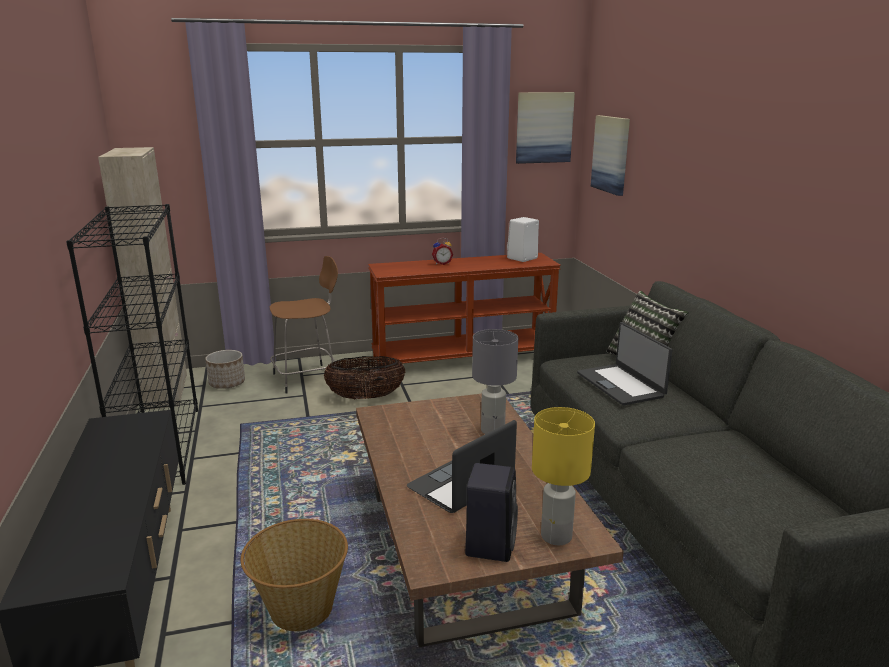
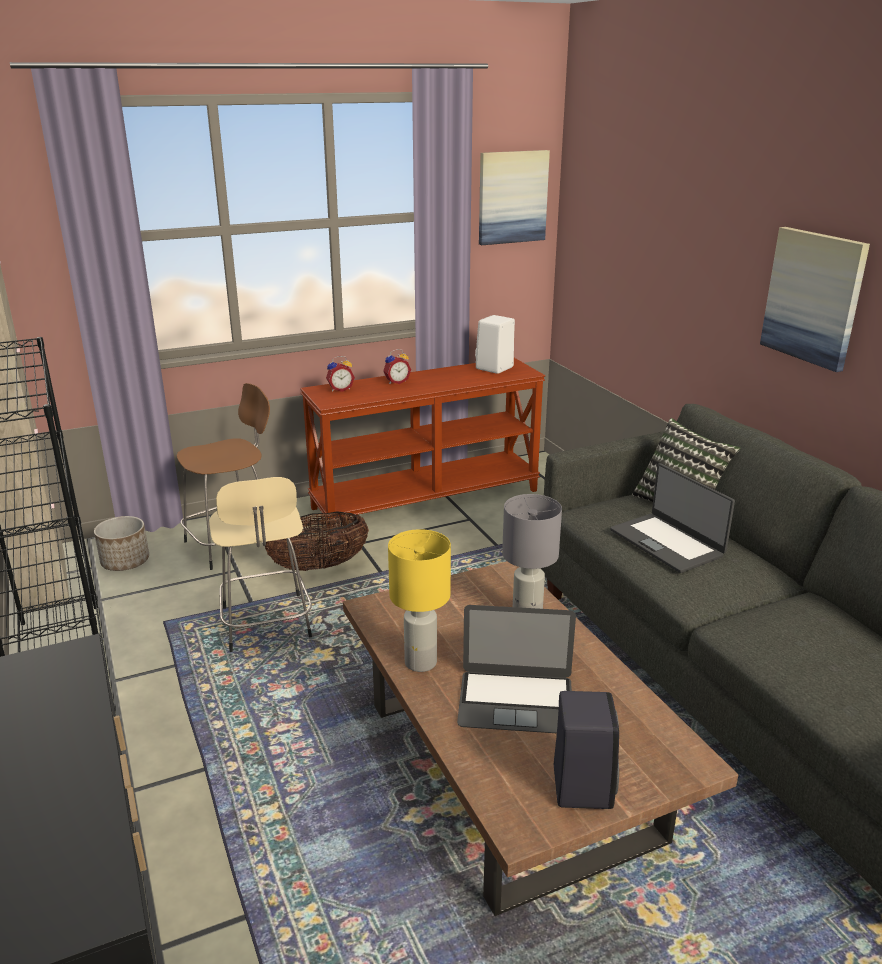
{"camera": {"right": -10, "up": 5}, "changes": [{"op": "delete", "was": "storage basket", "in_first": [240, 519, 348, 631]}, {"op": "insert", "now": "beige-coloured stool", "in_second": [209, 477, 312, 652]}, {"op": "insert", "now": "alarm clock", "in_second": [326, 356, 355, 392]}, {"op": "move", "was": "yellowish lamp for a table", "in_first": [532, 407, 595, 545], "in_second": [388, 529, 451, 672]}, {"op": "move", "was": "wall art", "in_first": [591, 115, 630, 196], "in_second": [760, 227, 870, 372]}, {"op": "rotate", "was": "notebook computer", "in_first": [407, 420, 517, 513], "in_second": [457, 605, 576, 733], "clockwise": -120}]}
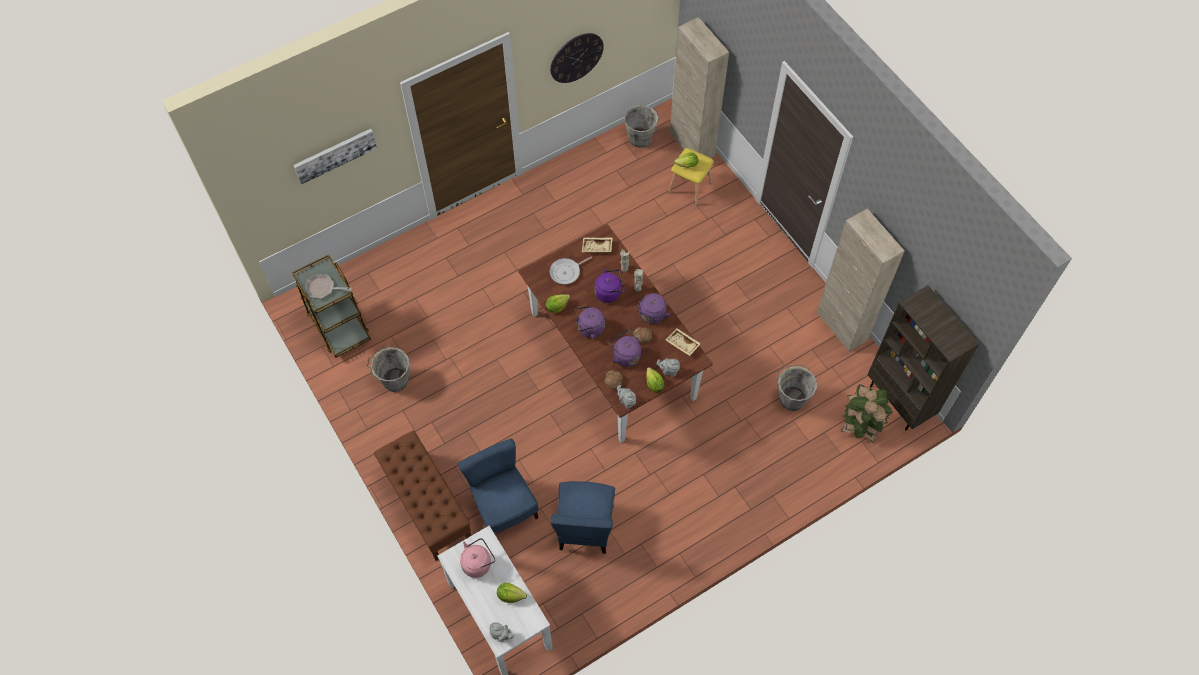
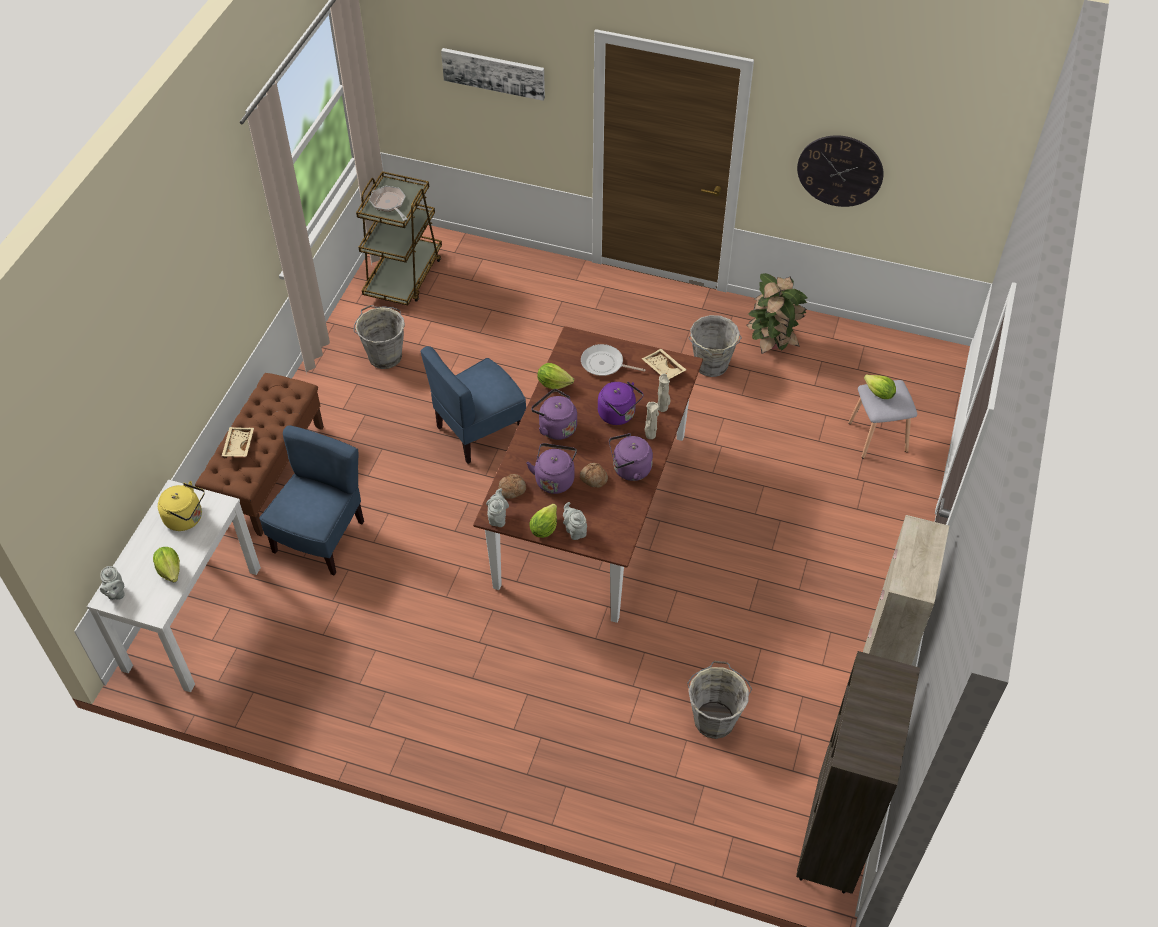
{"camera": {"right": 50, "up": -10}, "changes": [{"op": "delete", "was": "beige-coloured cupboard", "in_first": [670, 17, 729, 158]}, {"op": "move", "was": "bluish upright chair", "in_first": [551, 481, 615, 554], "in_second": [420, 346, 526, 464]}, {"op": "move", "was": "grey bucket", "in_first": [624, 105, 660, 148], "in_second": [688, 315, 742, 377]}, {"op": "move", "was": "beige-coloured carrying tray", "in_first": [666, 328, 701, 356], "in_second": [222, 427, 254, 457]}, {"op": "move", "was": "potted plant", "in_first": [841, 384, 892, 443], "in_second": [746, 273, 807, 354]}, {"op": "recolor", "was": "pinkish tea kettle", "now": "yellowish tea kettle", "in_first": [460, 538, 495, 578], "in_second": [158, 481, 205, 531]}, {"op": "recolor", "was": "yellowish stool", "now": "grey stool", "in_first": [668, 148, 714, 206], "in_second": [848, 380, 917, 458]}]}
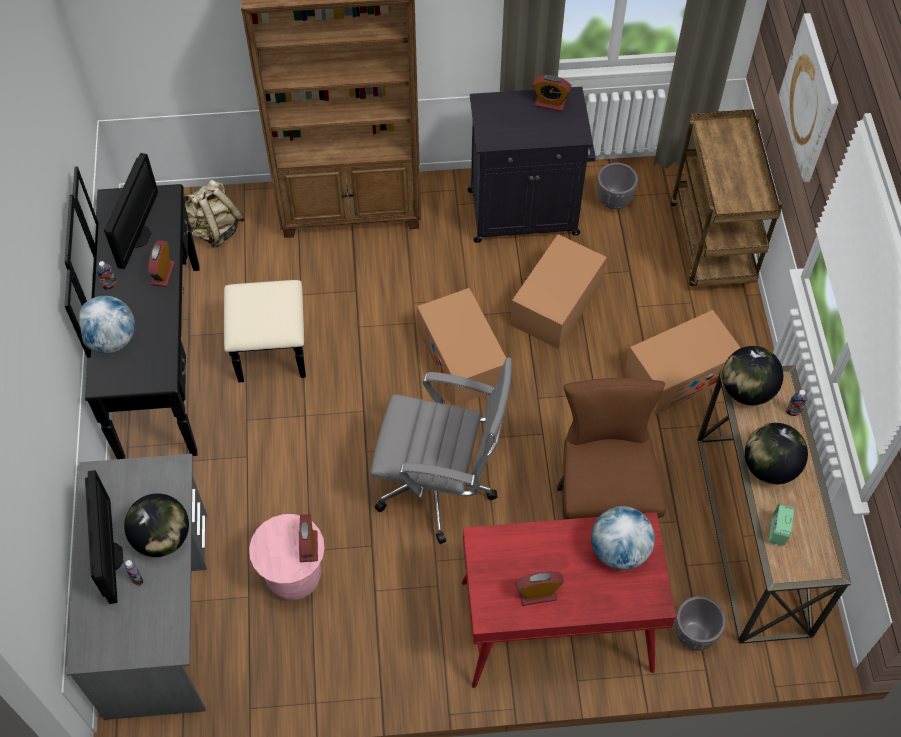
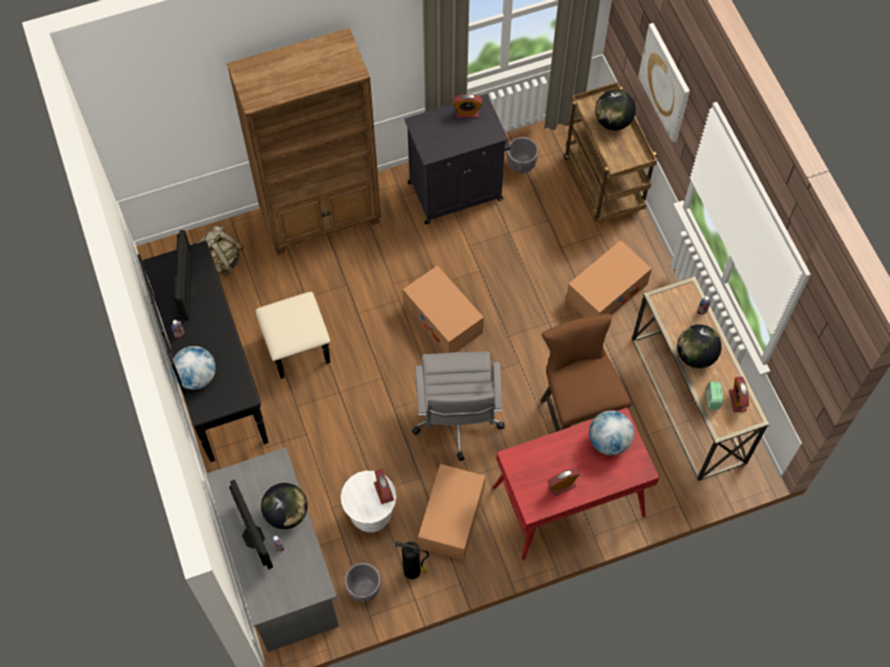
{"camera": {"right": -15, "up": 5}, "changes": [{"op": "insert", "now": "extinguisher", "in_second": [395, 541, 429, 579]}, {"op": "move", "was": "alarm clock", "in_first": [148, 240, 175, 287], "in_second": [729, 377, 749, 412]}, {"op": "move", "was": "cardboard box", "in_first": [510, 234, 607, 349], "in_second": [418, 464, 485, 561]}, {"op": "move", "was": "grey planter", "in_first": [675, 596, 726, 651], "in_second": [344, 563, 381, 602]}, {"op": "move", "was": "world globe", "in_first": [722, 346, 783, 405], "in_second": [595, 90, 636, 130]}, {"op": "recolor", "was": "pinkish stool", "now": "white stool", "in_first": [249, 514, 325, 600], "in_second": [341, 471, 396, 533]}, {"op": "rotate", "was": "grey computer chair", "in_first": [370, 357, 512, 544], "in_second": [412, 351, 505, 461], "clockwise": 90}]}
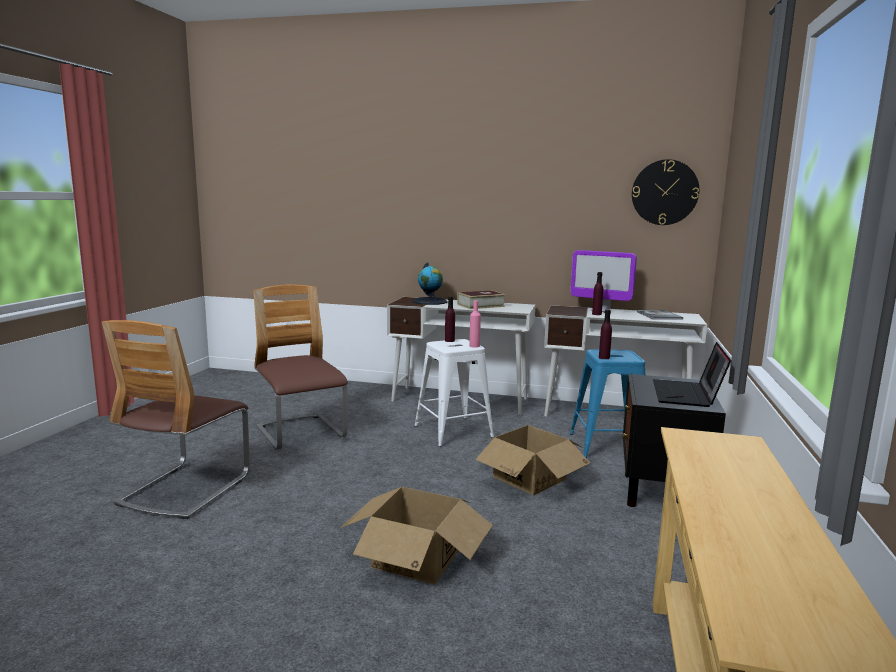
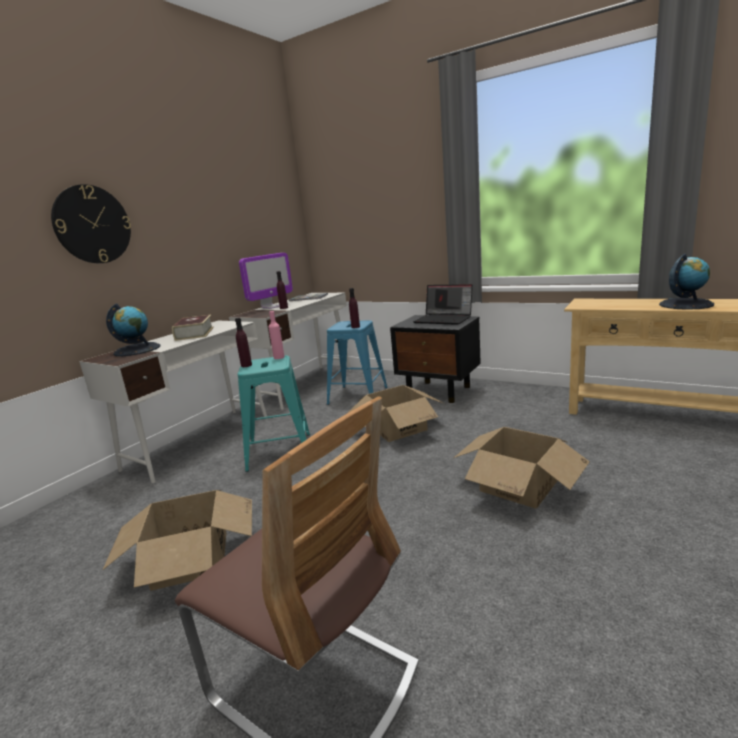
{"camera": {"right": -70, "up": 5}, "changes": [{"op": "insert", "now": "world globe", "in_second": [659, 254, 714, 310]}, {"op": "move", "was": "hanging clock", "in_first": [632, 159, 699, 225], "in_second": [51, 184, 131, 263]}, {"op": "replace", "was": "upright chair", "now": "cardboard box", "in_first": [253, 285, 348, 450], "in_second": [103, 490, 252, 591]}, {"op": "recolor", "was": "white stool", "now": "turquoise stool", "in_first": [414, 339, 494, 447], "in_second": [238, 355, 310, 472]}]}
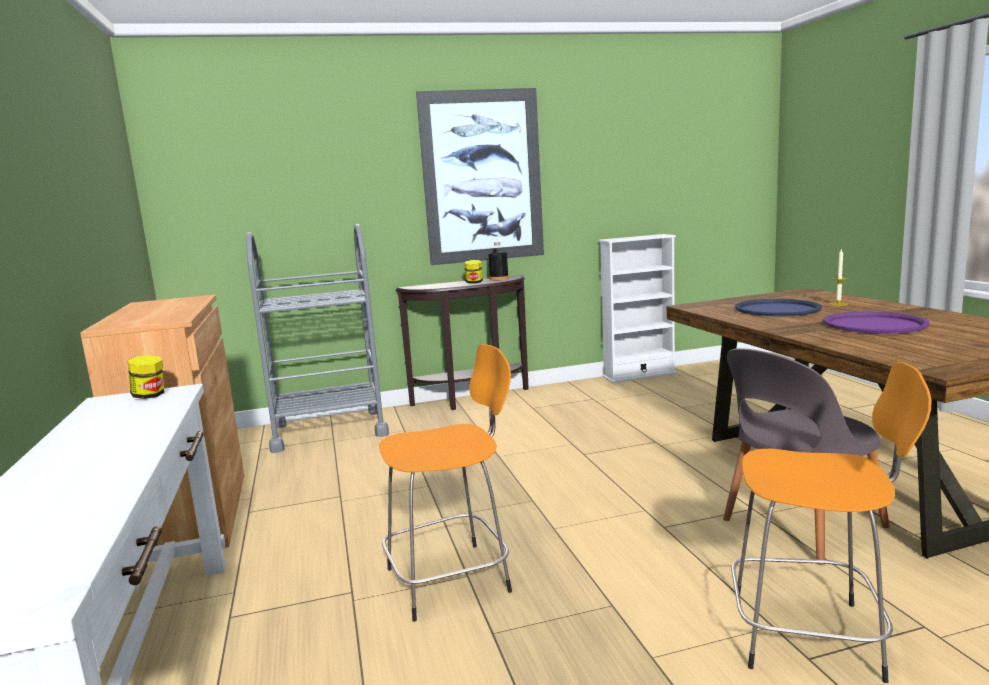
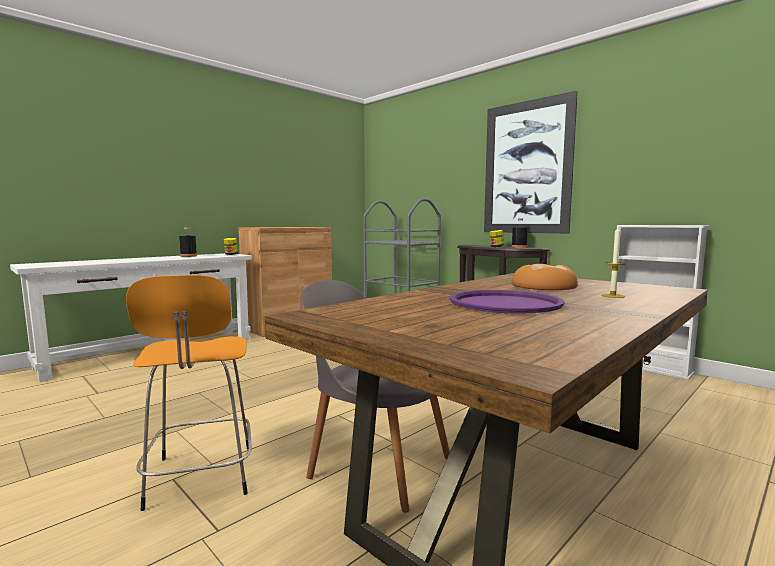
{"camera": {"right": 60, "up": -5}, "changes": [{"op": "delete", "was": "orangey stool", "in_first": [379, 344, 512, 622]}, {"op": "insert", "now": "black drink bottle", "in_second": [179, 227, 197, 257]}, {"op": "replace", "was": "bluish carrying tray", "now": "bakery bread", "in_first": [735, 299, 822, 316], "in_second": [511, 264, 578, 290]}]}
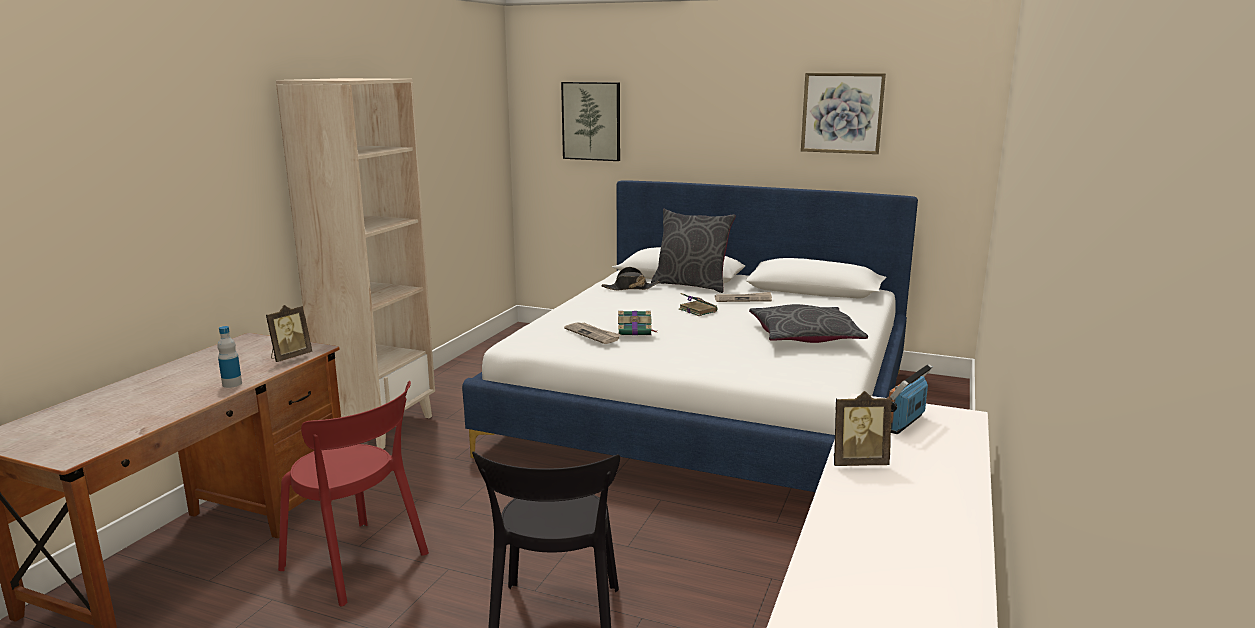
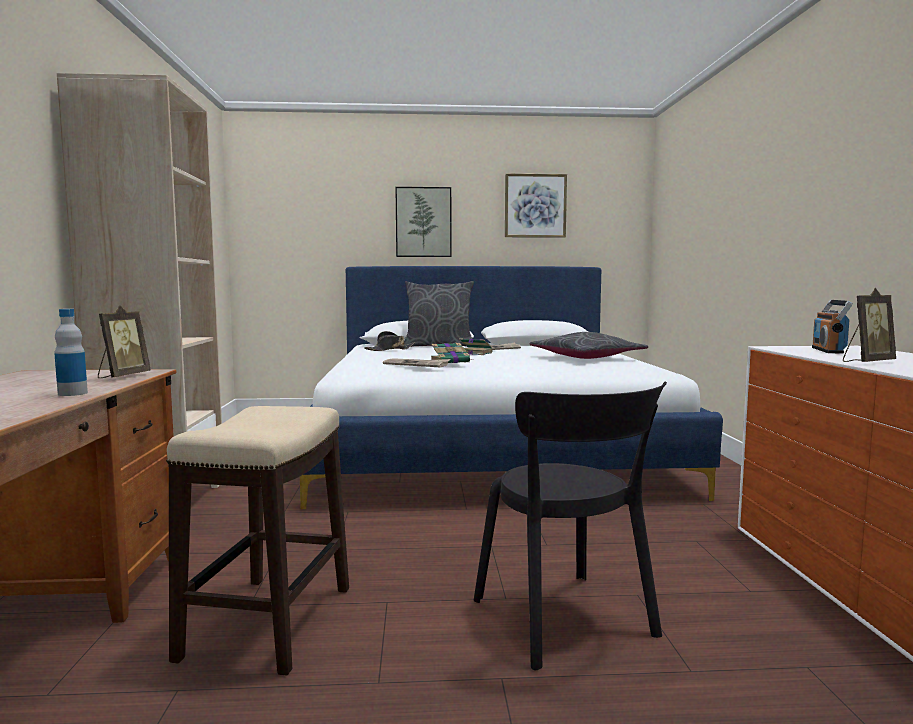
{"camera": {"right": -25, "up": -10}, "changes": [{"op": "move", "was": "wall art", "in_first": [561, 82, 620, 161], "in_second": [395, 187, 451, 257]}, {"op": "replace", "was": "red-coloured upright chair", "now": "stool", "in_first": [278, 381, 429, 607], "in_second": [166, 406, 349, 676]}]}
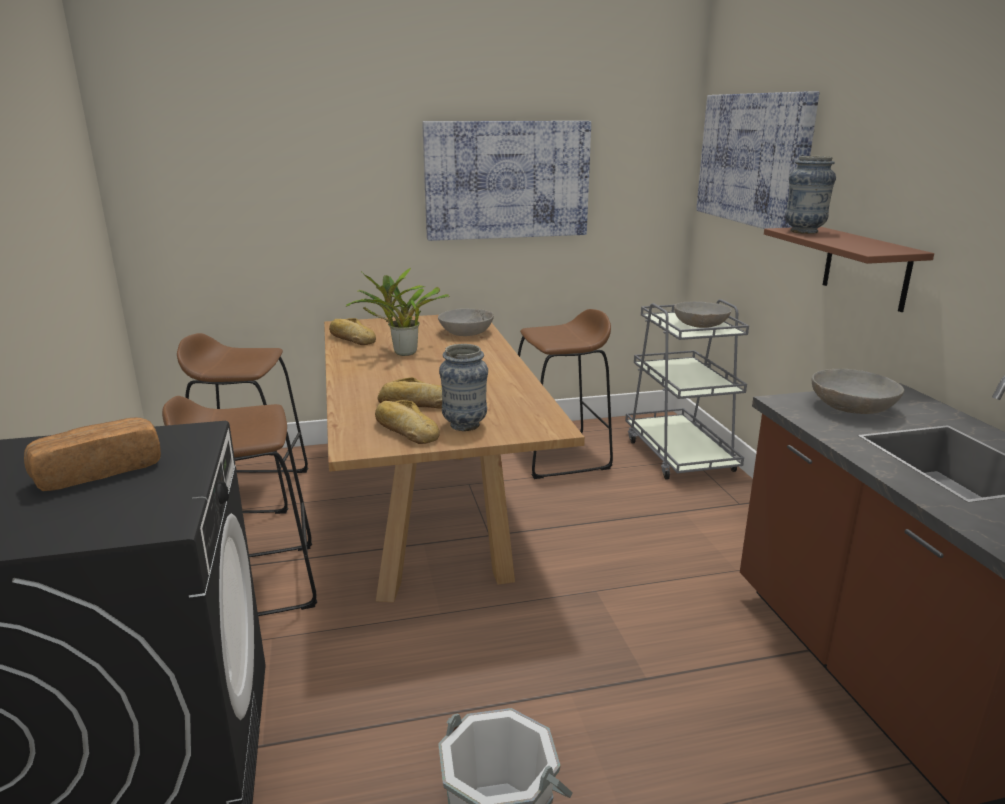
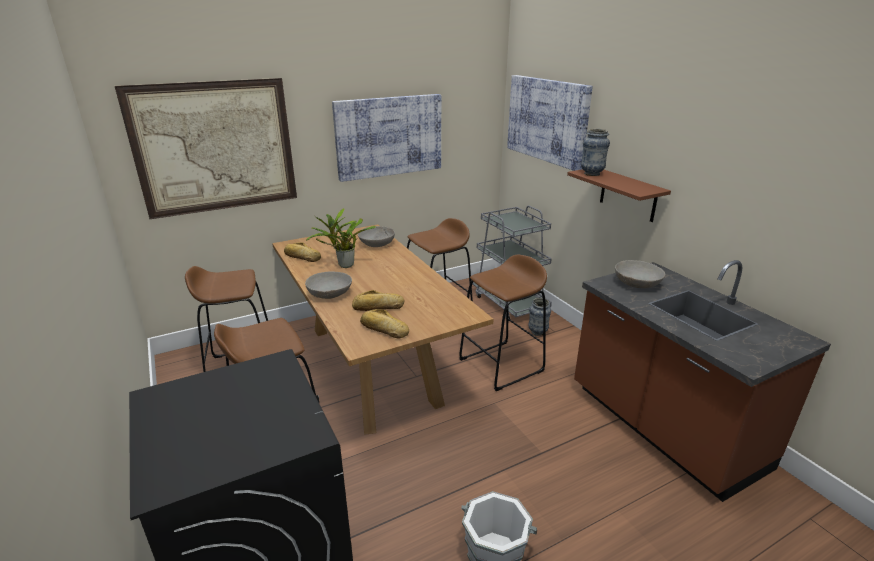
{"camera": {"right": -15, "up": 5}, "changes": [{"op": "delete", "was": "bakery bread", "in_first": [24, 418, 161, 491]}, {"op": "insert", "now": "wall art", "in_second": [115, 78, 297, 219]}, {"op": "insert", "now": "brownish stool", "in_second": [459, 254, 547, 391]}, {"op": "move", "was": "flower vase", "in_first": [439, 344, 488, 431], "in_second": [528, 298, 551, 336]}, {"op": "move", "was": "grey serving bowl", "in_first": [674, 302, 732, 328], "in_second": [305, 271, 352, 299]}]}
